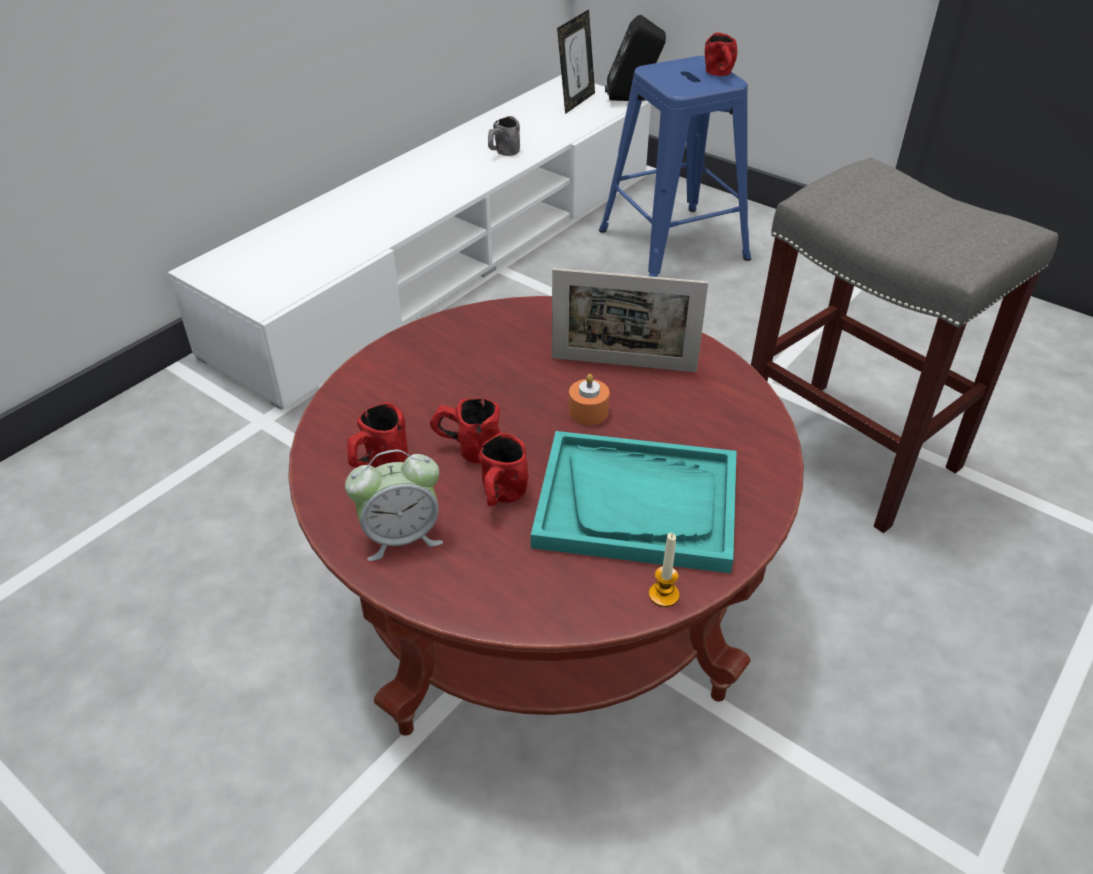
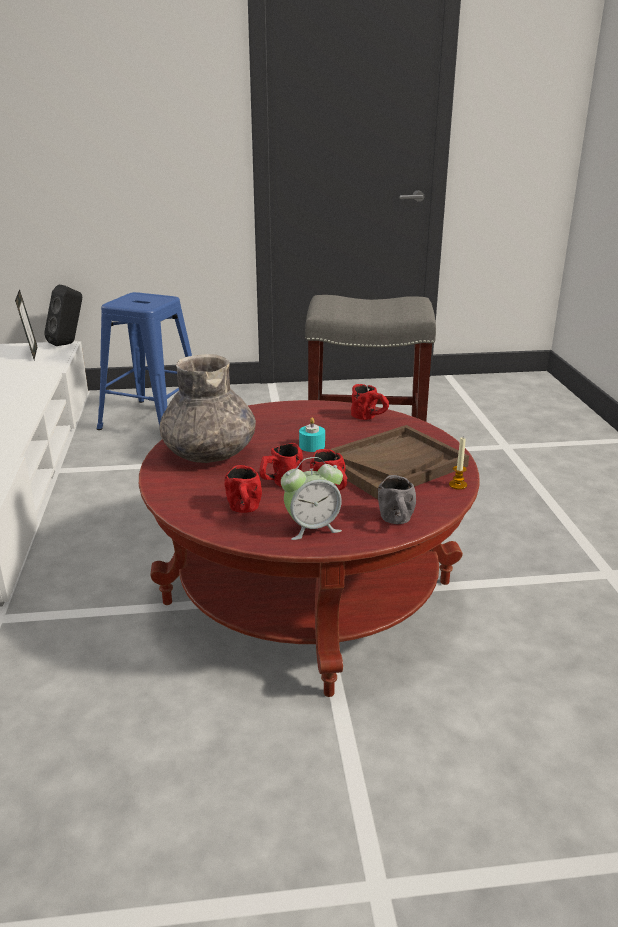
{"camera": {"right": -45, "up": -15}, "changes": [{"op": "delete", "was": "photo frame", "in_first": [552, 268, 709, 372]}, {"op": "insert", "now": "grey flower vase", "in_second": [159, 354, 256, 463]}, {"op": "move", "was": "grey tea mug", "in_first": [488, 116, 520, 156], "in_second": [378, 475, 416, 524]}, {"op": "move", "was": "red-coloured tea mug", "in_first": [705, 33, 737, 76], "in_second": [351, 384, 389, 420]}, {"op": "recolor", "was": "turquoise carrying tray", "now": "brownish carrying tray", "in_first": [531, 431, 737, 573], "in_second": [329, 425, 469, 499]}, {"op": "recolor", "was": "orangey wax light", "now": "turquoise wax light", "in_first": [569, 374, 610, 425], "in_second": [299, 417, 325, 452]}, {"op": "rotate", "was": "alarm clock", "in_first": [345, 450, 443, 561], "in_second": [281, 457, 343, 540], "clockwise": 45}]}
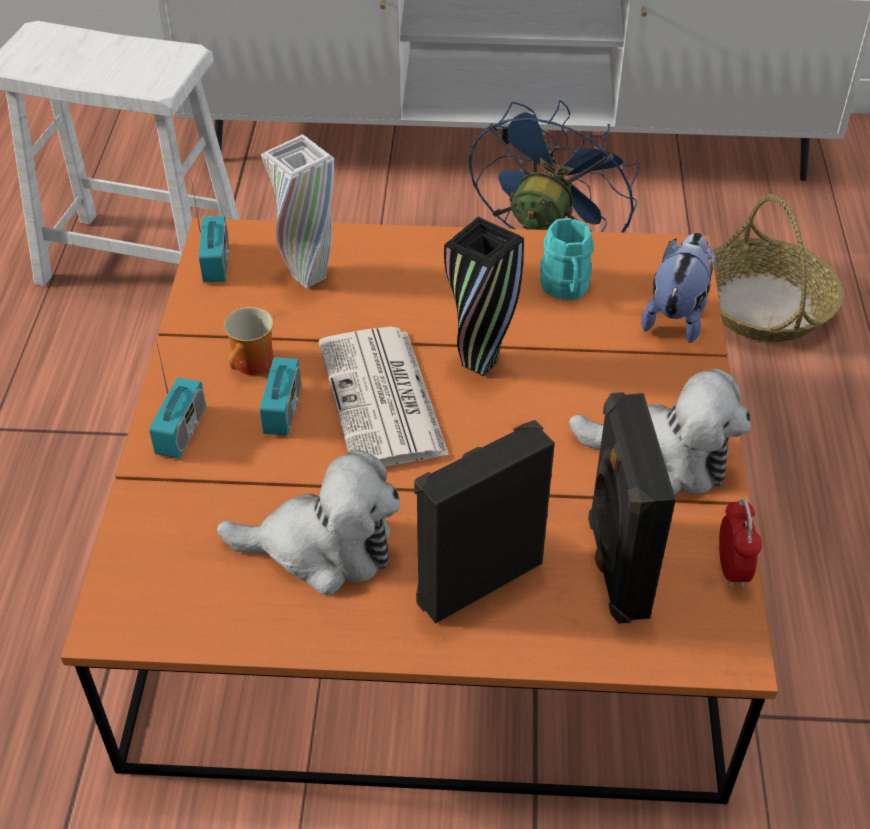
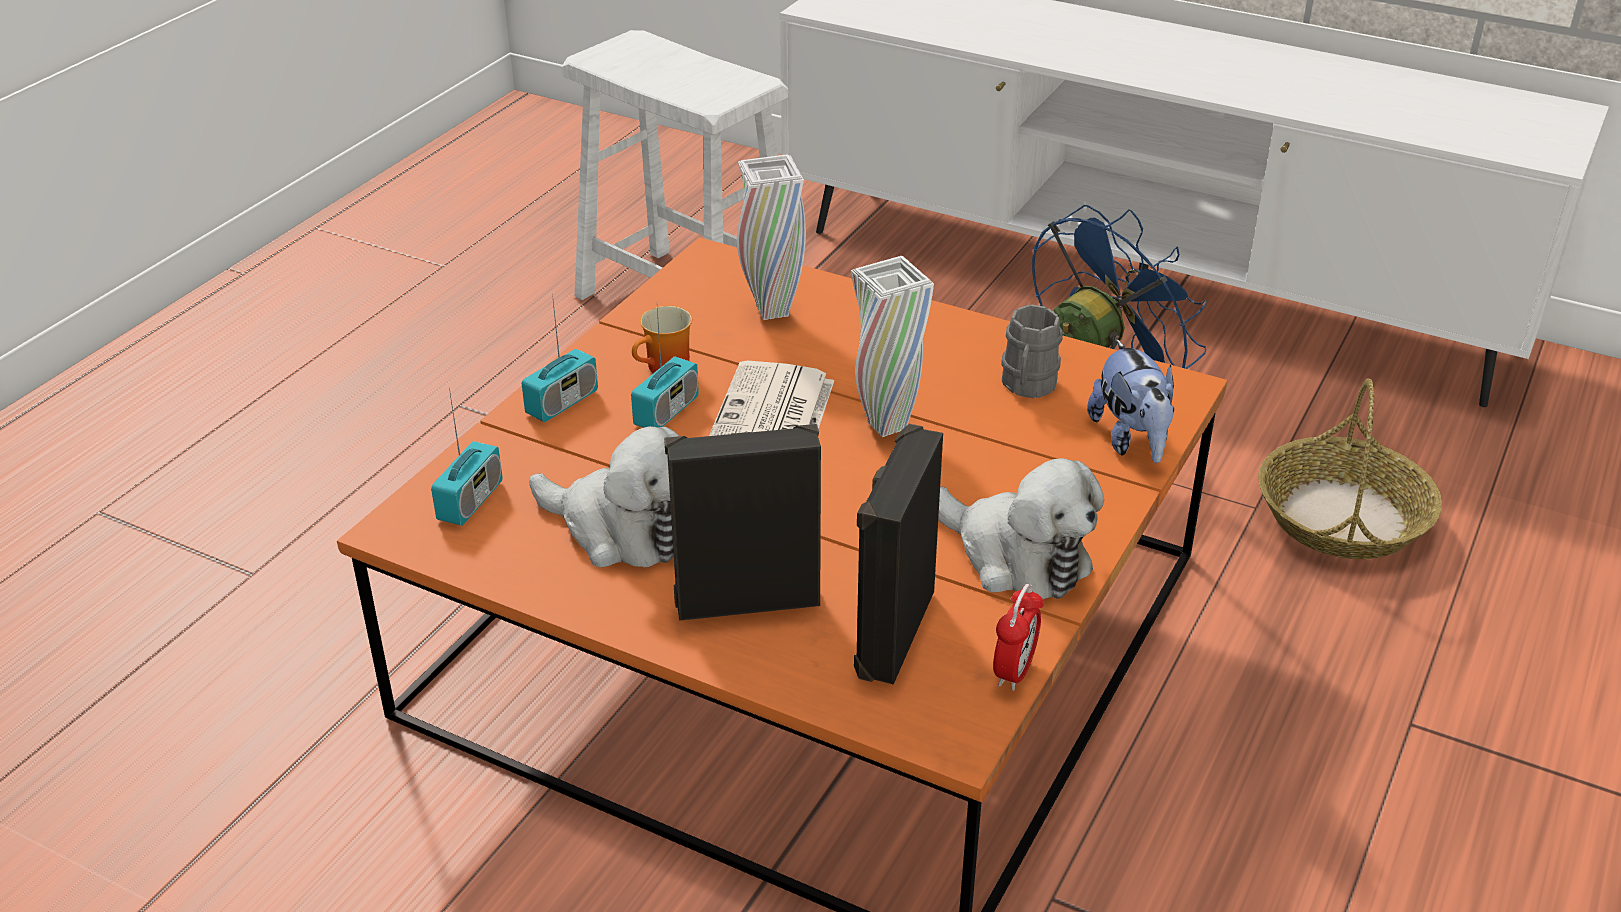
{"camera": {"right": 25, "up": -10}, "changes": [{"op": "move", "was": "radio receiver", "in_first": [191, 179, 230, 282], "in_second": [431, 387, 503, 526]}, {"op": "recolor", "was": "black flower vase", "now": "white flower vase", "in_first": [444, 217, 524, 376], "in_second": [851, 256, 934, 437]}, {"op": "recolor", "was": "turquoise tea mug", "now": "grey tea mug", "in_first": [540, 218, 594, 300], "in_second": [1001, 304, 1063, 398]}, {"op": "rotate", "was": "cuddly toy", "in_first": [641, 233, 715, 343], "in_second": [1087, 340, 1174, 463], "clockwise": 120}]}
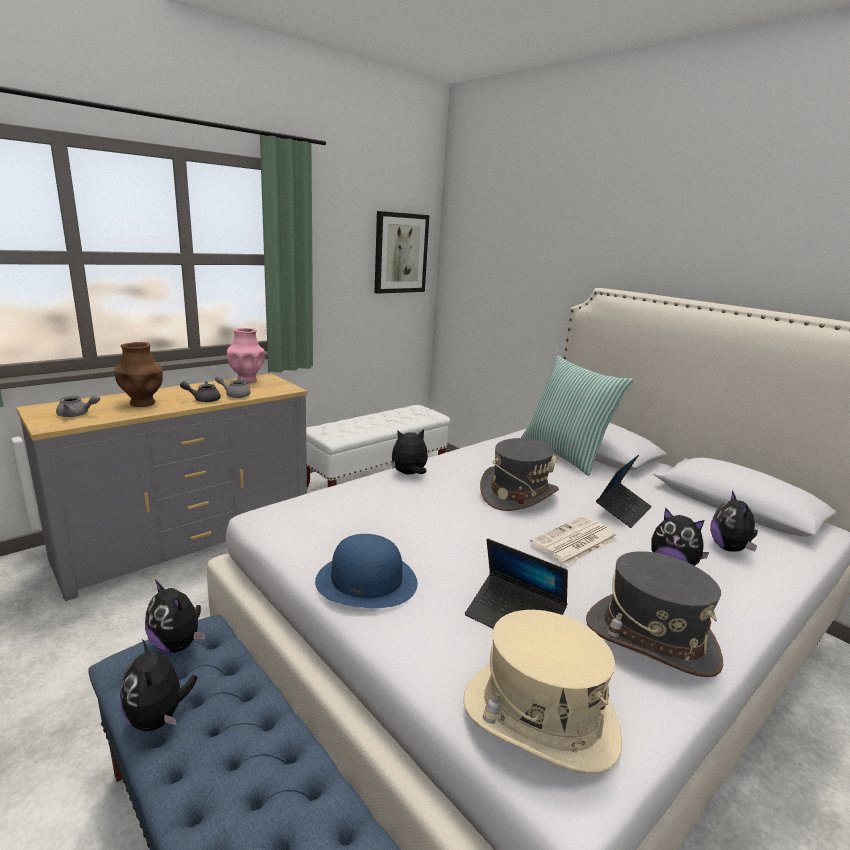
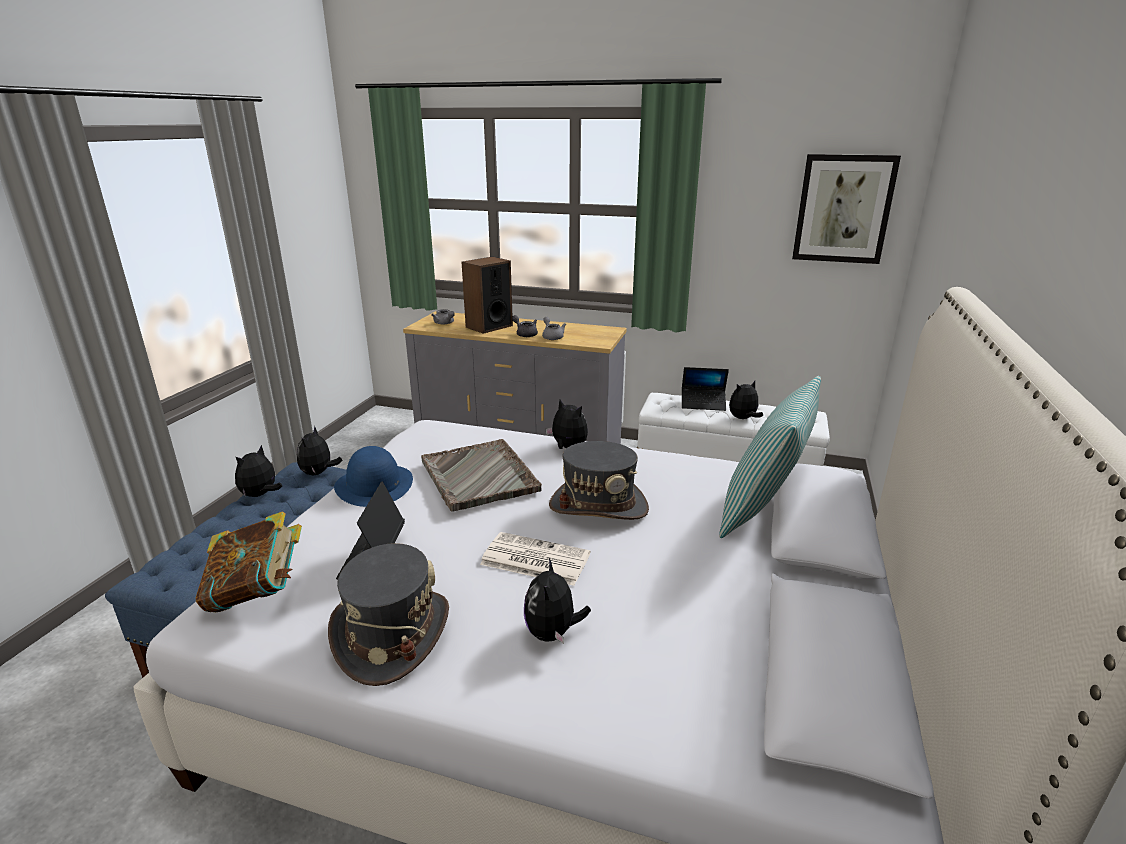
{"camera": {"right": 60, "up": 5}, "changes": [{"op": "delete", "was": "pinkish flower vase", "in_first": [227, 328, 265, 383]}, {"op": "insert", "now": "grey carrying tray", "in_second": [421, 439, 542, 512]}, {"op": "move", "was": "notebook computer", "in_first": [596, 455, 652, 528], "in_second": [682, 367, 729, 411]}, {"op": "move", "was": "cuddly toy", "in_first": [710, 490, 758, 552], "in_second": [729, 381, 763, 419]}, {"op": "replace", "was": "brownish flower vase", "now": "audio speaker", "in_first": [115, 342, 163, 407], "in_second": [462, 257, 513, 334]}, {"op": "replace", "was": "beige-coloured clothing hat", "now": "book", "in_first": [463, 610, 622, 774], "in_second": [195, 511, 302, 612]}]}
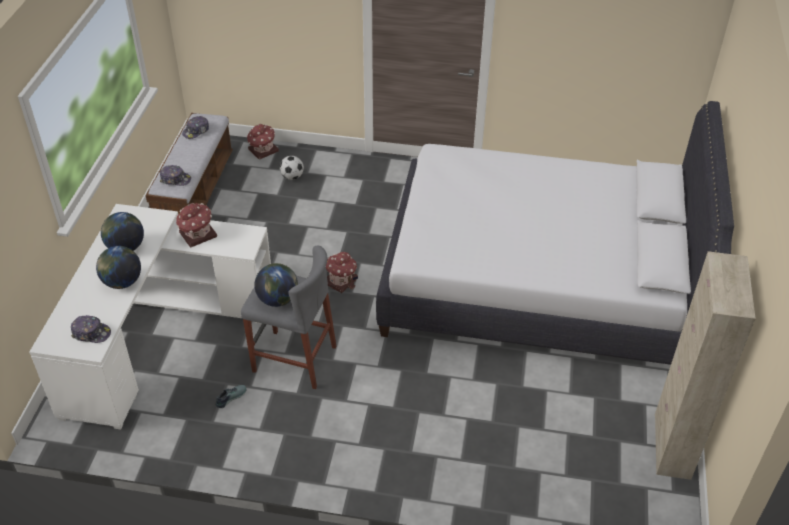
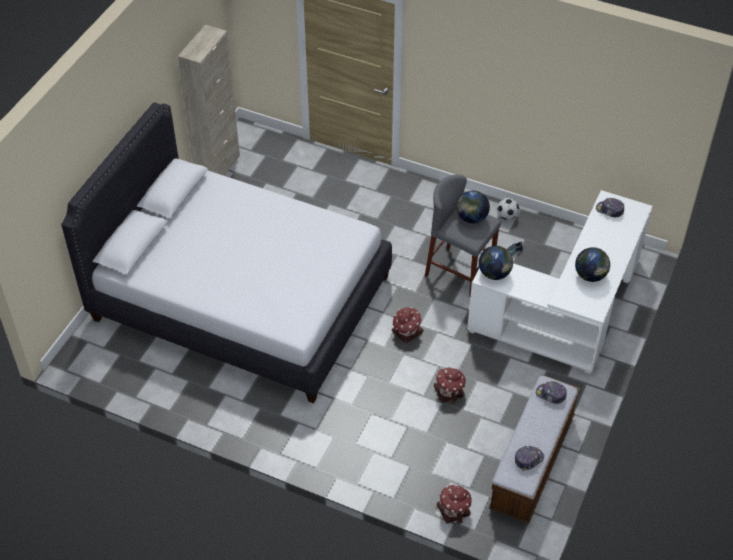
{"camera": {"right": -165, "up": 5}, "changes": [{"op": "move", "was": "world globe", "in_first": [96, 246, 141, 289], "in_second": [479, 246, 513, 280]}, {"op": "move", "was": "toy house", "in_first": [176, 203, 217, 247], "in_second": [434, 367, 466, 404]}, {"op": "move", "was": "football", "in_first": [280, 156, 304, 180], "in_second": [497, 198, 519, 220]}]}
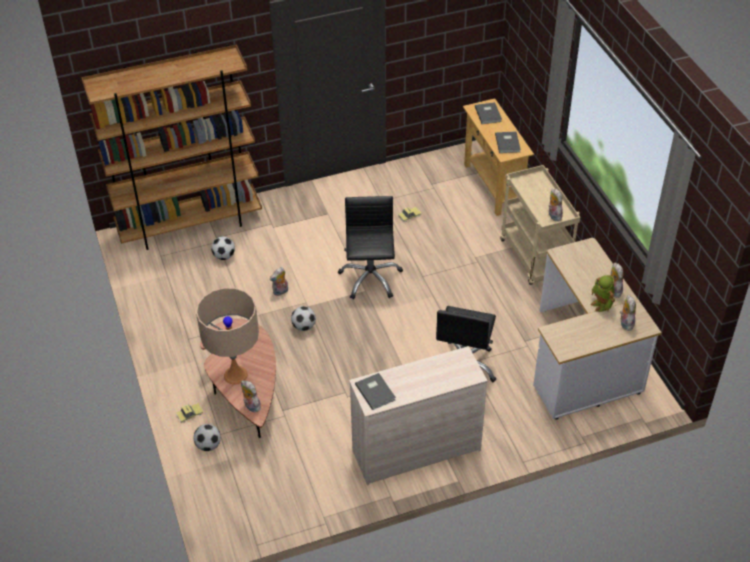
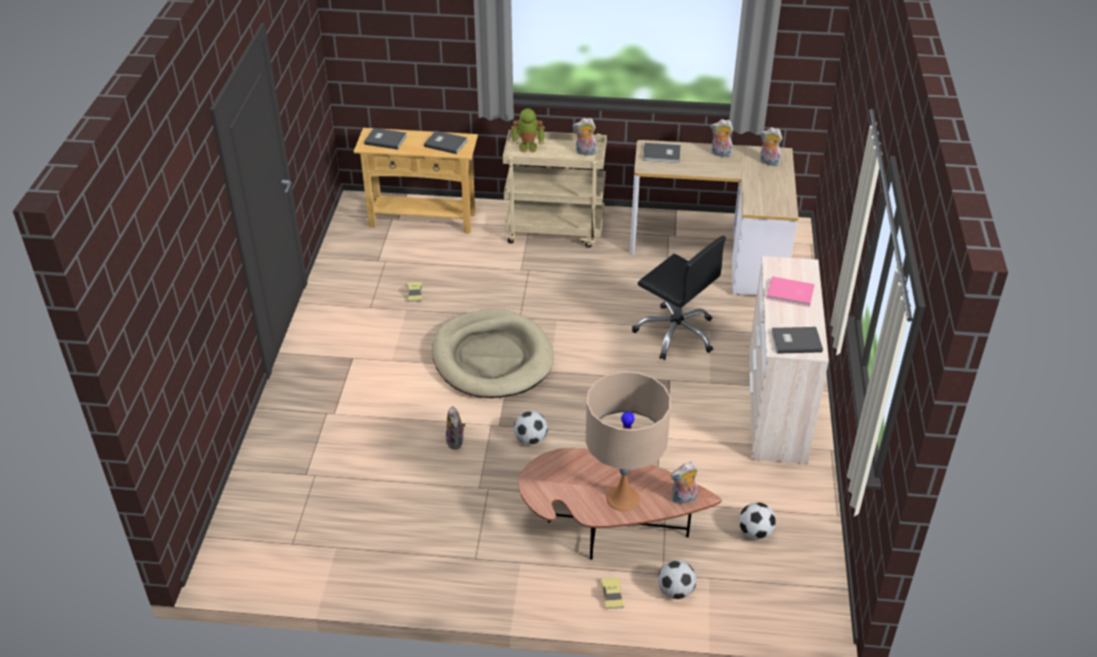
{"camera": {"right": -65, "up": -5}, "changes": [{"op": "delete", "was": "brownish bookcase", "in_first": [81, 44, 262, 250]}, {"op": "insert", "now": "grey book", "in_second": [643, 143, 681, 163]}, {"op": "insert", "now": "pinkish book", "in_second": [766, 276, 815, 307]}, {"op": "move", "was": "football", "in_first": [211, 236, 235, 260], "in_second": [739, 502, 776, 540]}, {"op": "move", "was": "toy robot", "in_first": [591, 275, 615, 312], "in_second": [511, 108, 545, 153]}, {"op": "replace", "was": "black computer chair", "now": "beige-coloured dog cushion", "in_first": [338, 196, 403, 300], "in_second": [432, 309, 554, 398]}]}
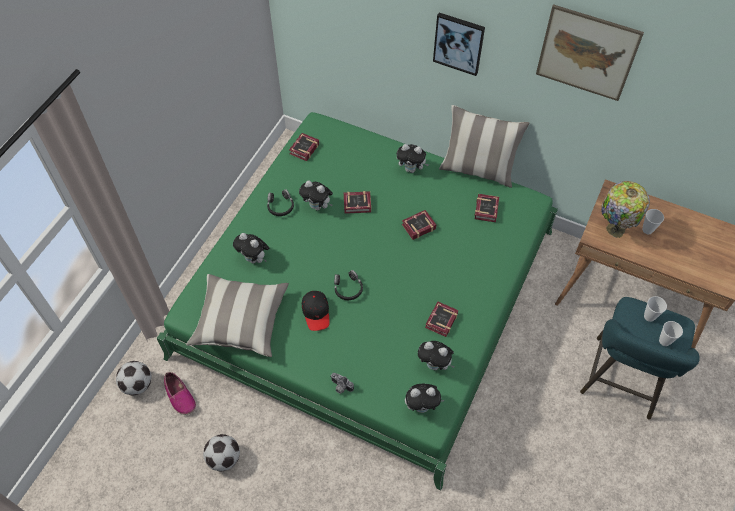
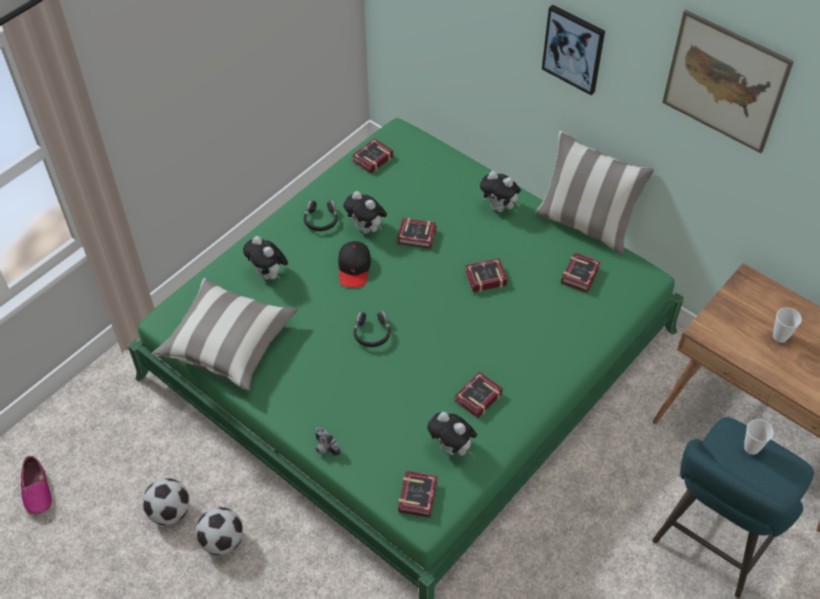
{"camera": {"right": 15, "up": -5}, "changes": [{"op": "delete", "was": "lamp for a table", "in_first": [601, 181, 650, 238]}, {"op": "delete", "was": "cup", "in_first": [659, 321, 683, 346]}, {"op": "move", "was": "football", "in_first": [116, 361, 151, 395], "in_second": [195, 507, 243, 555]}, {"op": "move", "was": "low shoe", "in_first": [164, 372, 196, 415], "in_second": [21, 456, 52, 516]}, {"op": "move", "was": "black peaked cap", "in_first": [302, 291, 330, 331], "in_second": [338, 241, 371, 288]}, {"op": "replace", "was": "cuddly toy", "now": "book", "in_first": [405, 384, 444, 413], "in_second": [398, 471, 438, 517]}]}
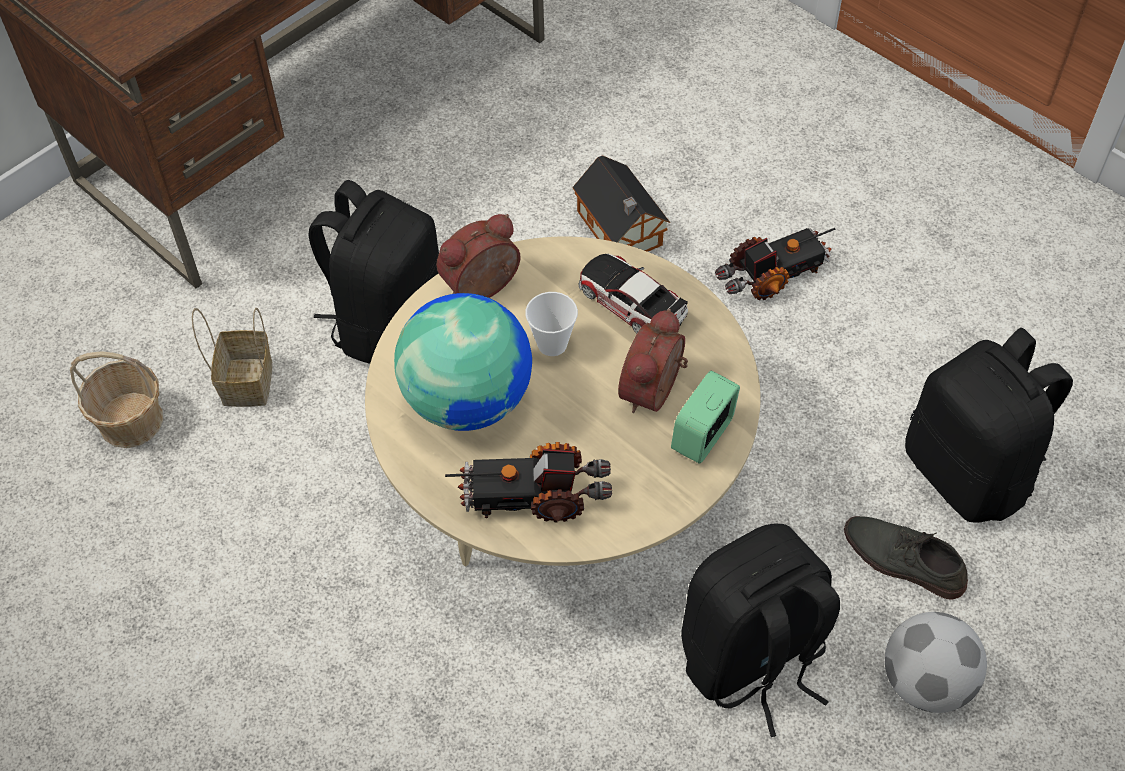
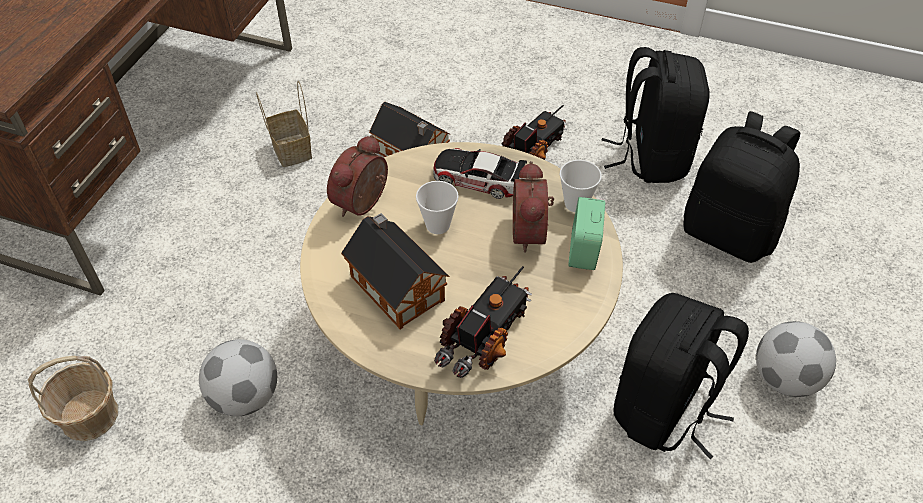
{"camera": {"right": -25, "up": -5}, "changes": [{"op": "delete", "was": "grey low shoe", "in_first": [844, 516, 968, 599]}, {"op": "insert", "now": "football", "in_second": [199, 339, 277, 416]}, {"op": "insert", "now": "cup", "in_second": [560, 160, 602, 212]}, {"op": "move", "was": "storage basket", "in_first": [192, 308, 272, 407], "in_second": [256, 81, 312, 167]}, {"op": "move", "was": "black knapsack", "in_first": [308, 180, 439, 364], "in_second": [602, 47, 709, 183]}, {"op": "replace", "was": "world globe", "now": "toy house", "in_first": [394, 293, 532, 431], "in_second": [341, 213, 449, 329]}, {"op": "rotate", "was": "toy truck", "in_first": [445, 442, 612, 522], "in_second": [434, 266, 532, 378], "clockwise": 150}]}
